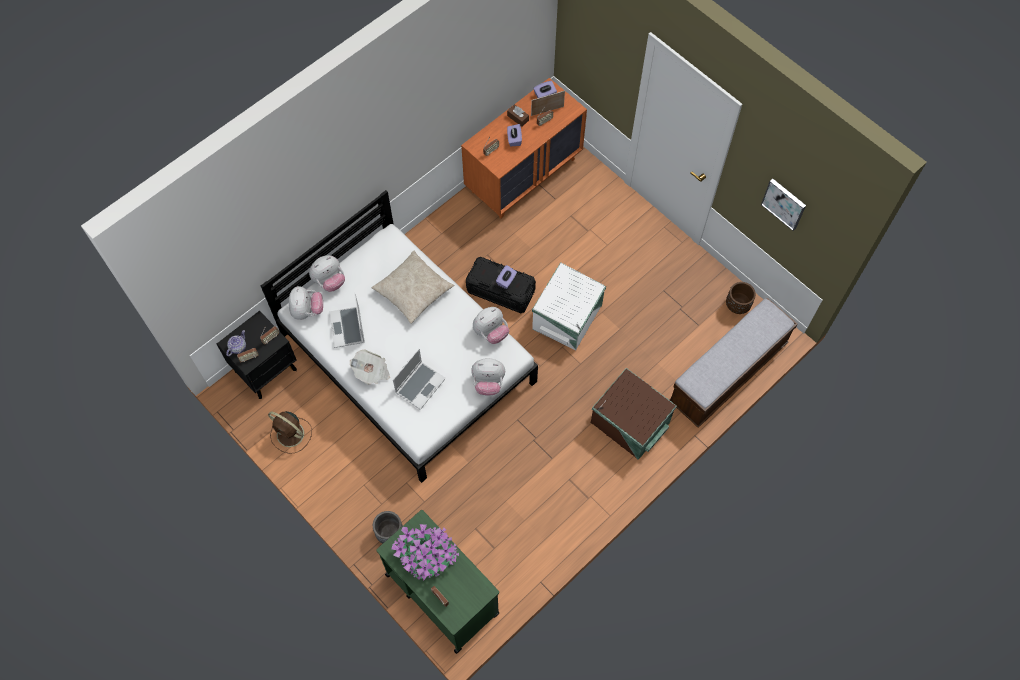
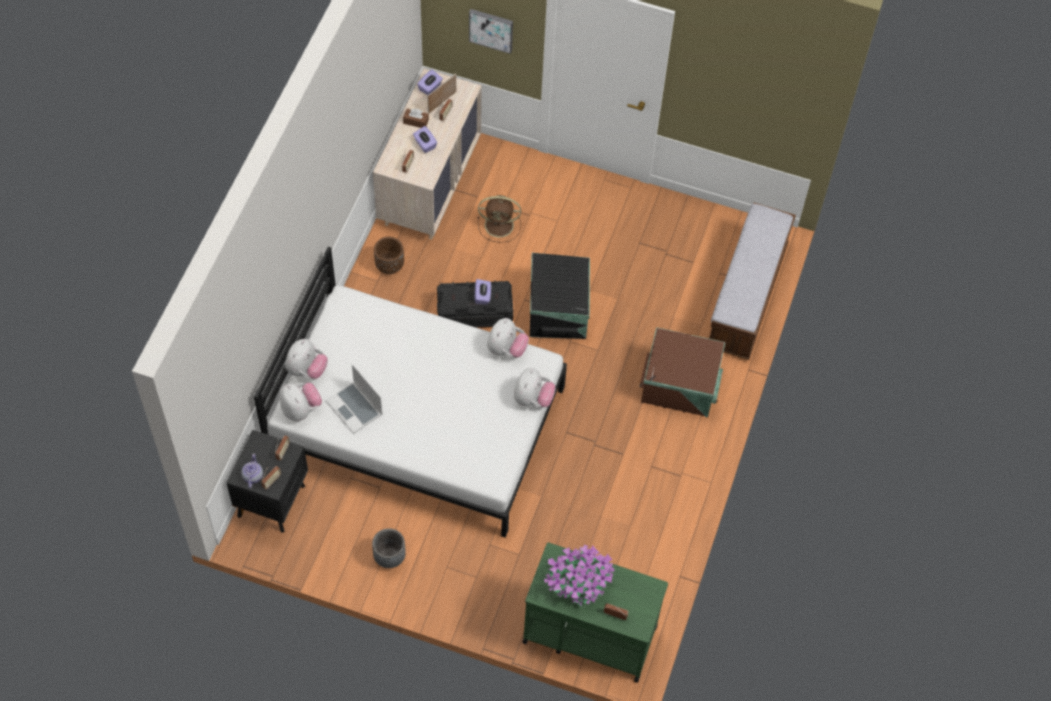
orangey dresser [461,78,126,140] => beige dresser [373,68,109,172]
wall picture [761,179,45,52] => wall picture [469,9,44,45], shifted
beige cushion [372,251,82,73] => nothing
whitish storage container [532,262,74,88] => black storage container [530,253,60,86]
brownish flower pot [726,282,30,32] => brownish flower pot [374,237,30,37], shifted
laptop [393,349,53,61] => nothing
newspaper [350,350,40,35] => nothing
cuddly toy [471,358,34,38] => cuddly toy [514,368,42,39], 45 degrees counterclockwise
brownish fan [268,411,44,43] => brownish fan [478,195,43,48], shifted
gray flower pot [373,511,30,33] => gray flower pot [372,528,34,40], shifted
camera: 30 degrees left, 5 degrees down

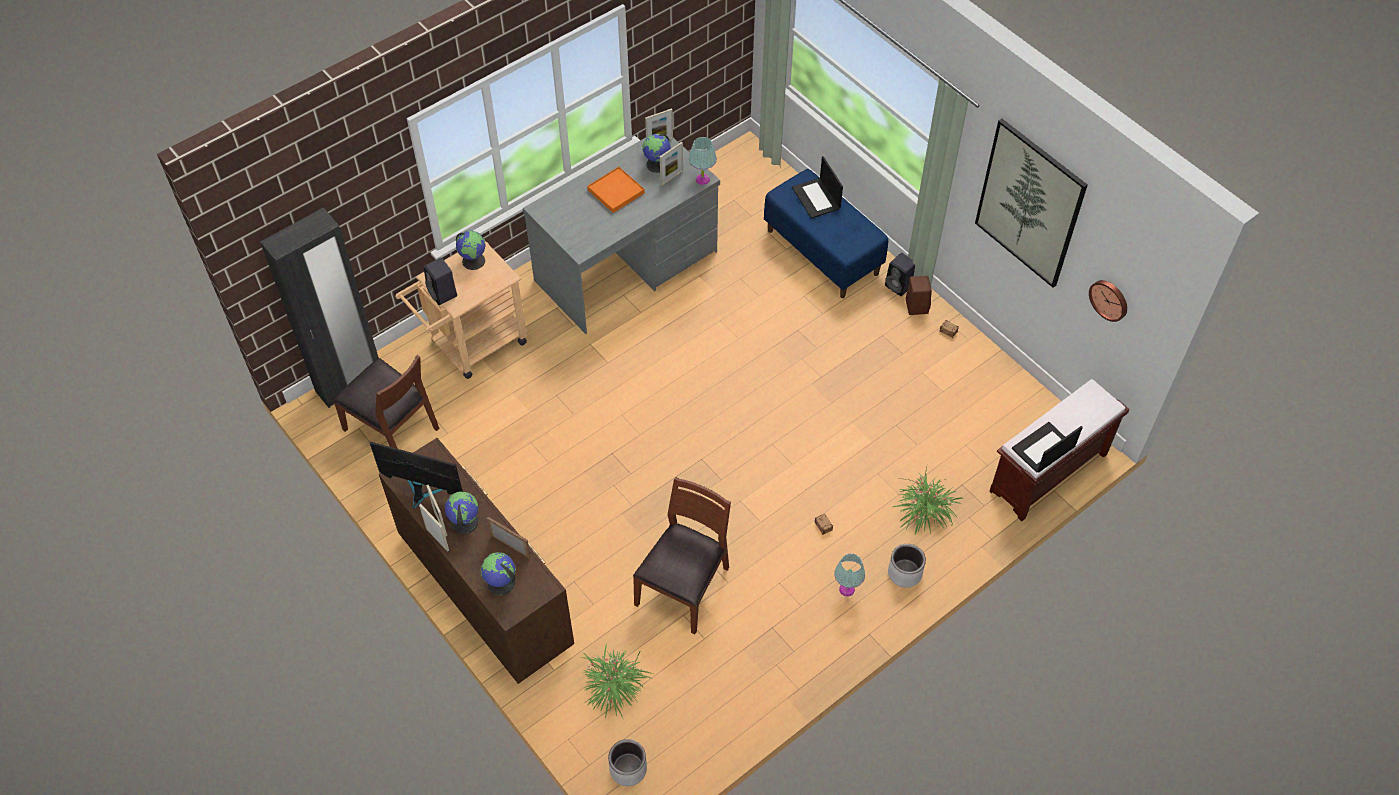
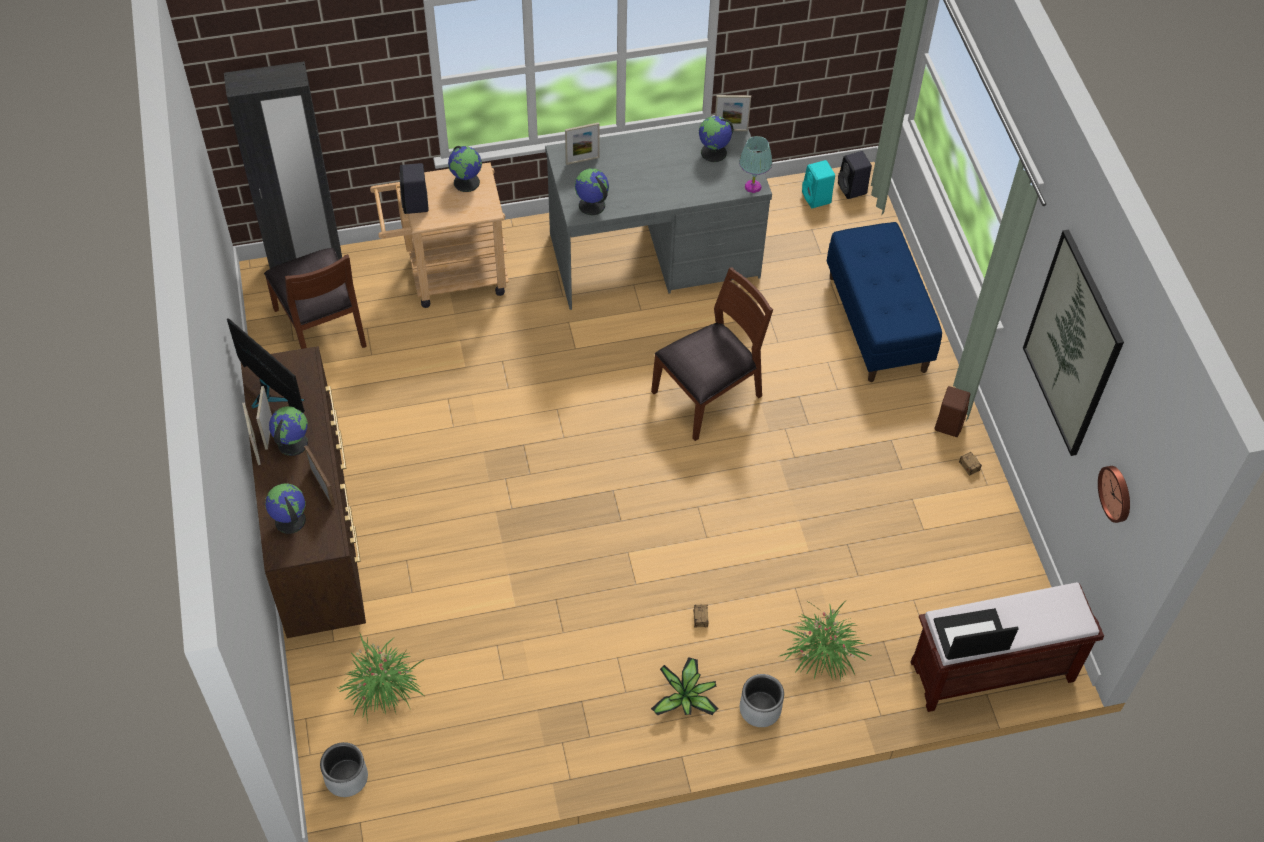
standing frame [660,142,23,44] => standing frame [565,122,34,43], shifted
laptop [792,156,51,63] => nothing
orangey carrying tray [587,167,58,46] => nothing
black loudspeaker [885,253,30,43] => black loudspeaker [838,151,34,48], shifted
brownish plain chair [633,477,98,158] => brownish plain chair [651,267,122,174], shifted
blue-green lamp for a table [834,554,31,43] => potted plant [651,657,67,58]
nothing => blue-green loudspeaker [802,160,33,48]
nothing => world globe [575,168,34,47]
camera: 25 degrees right, 0 degrees up

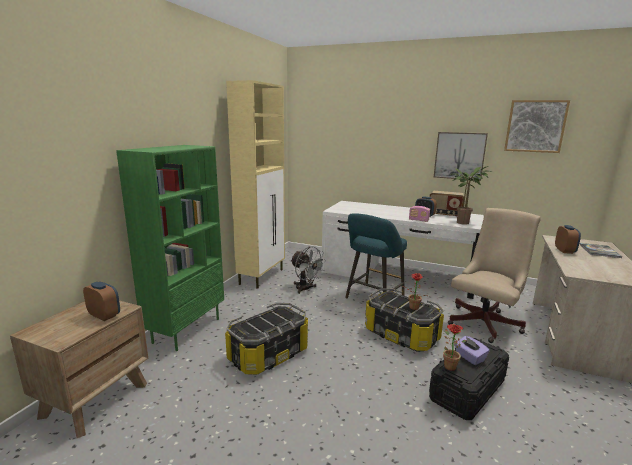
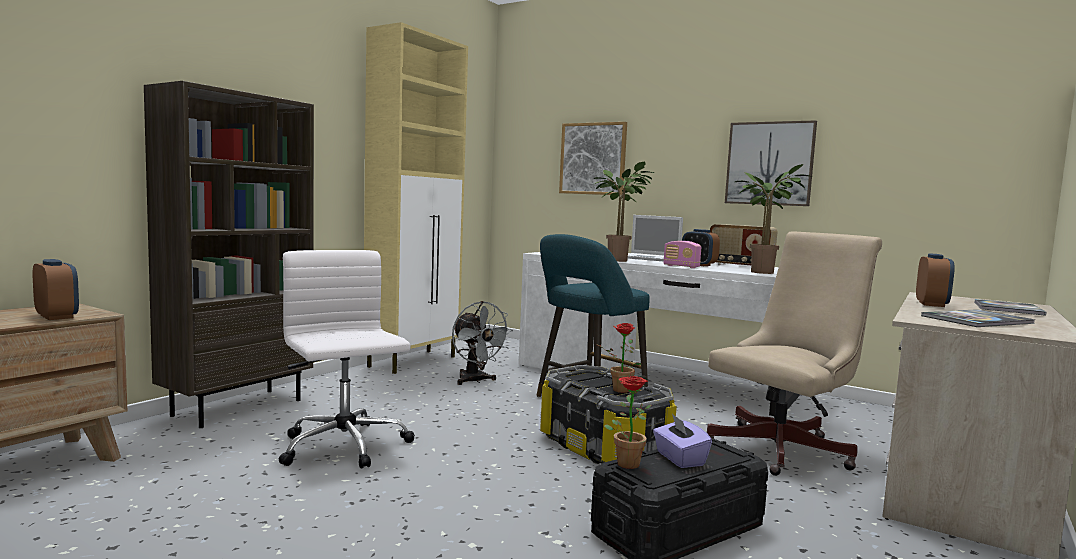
wall picture [504,100,66,53] => wall picture [559,122,68,73], shifted
greenish bookcase [116,145,108,206] => brownish bookcase [144,81,170,347]
storage container [225,303,83,72] => whitish office chair [279,250,136,219]
nothing => potted plant [594,162,60,100]
nothing => laptop [628,215,55,46]
nothing => volume [921,309,114,18]
camera: 10 degrees right, 10 degrees down

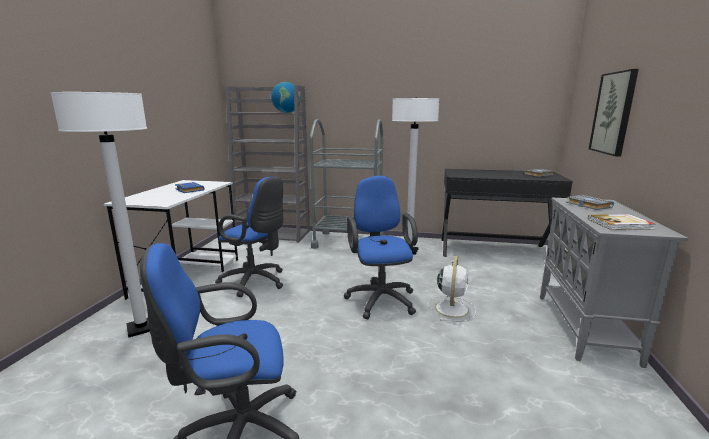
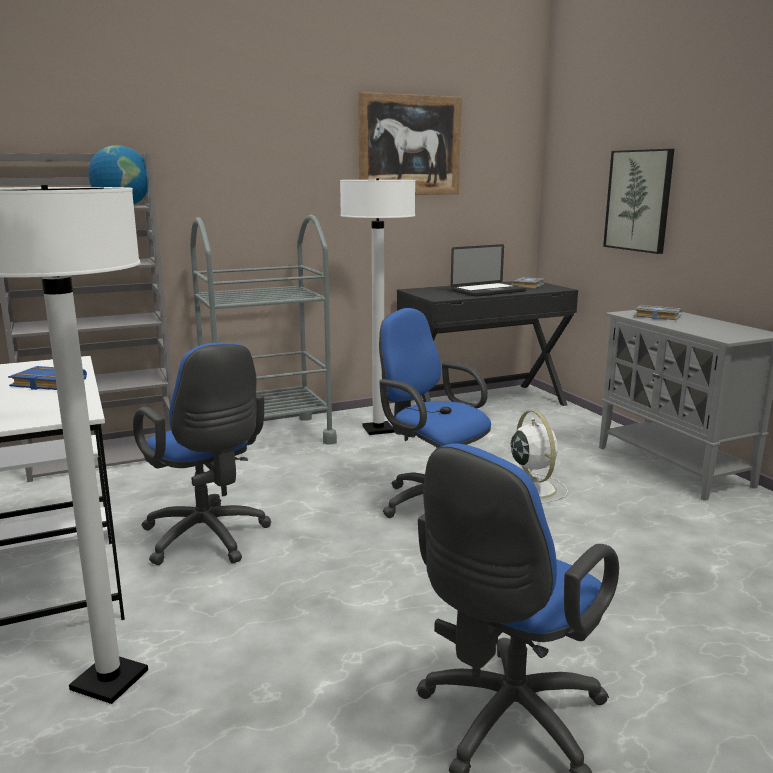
bluish office chair [215,177,69,120] => bluish office chair [133,342,139,223], 60 degrees clockwise
volume [588,214,67,16] => nothing
nothing => wall picture [358,92,104,103]
nothing => laptop [451,244,76,53]
camera: 35 degrees left, 0 degrees up

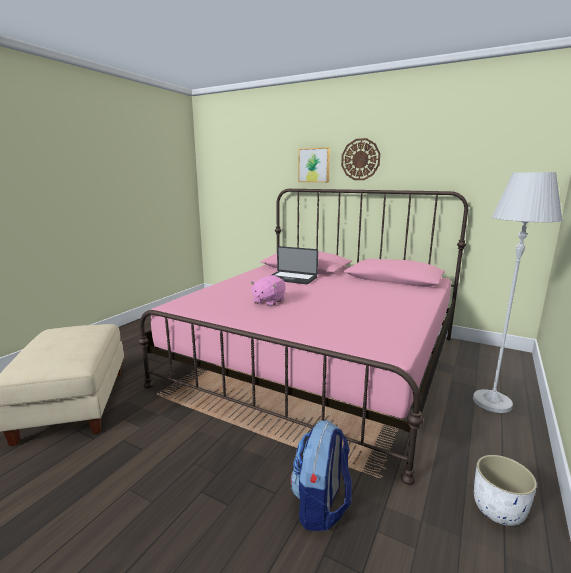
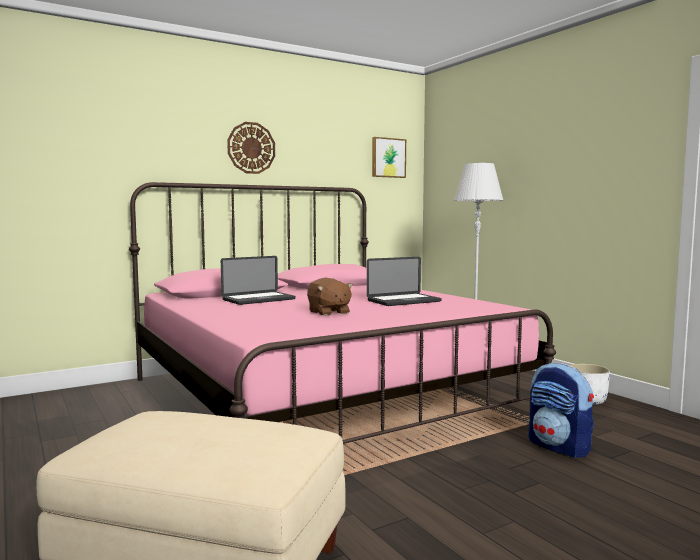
wall picture [298,147,32,35] => wall picture [372,137,34,41], shifted
pink-coloured cuddly toy [251,275,35,31] => brownish cuddly toy [307,278,46,38]
nothing => laptop [367,257,75,49]
camera: 60 degrees left, 10 degrees down

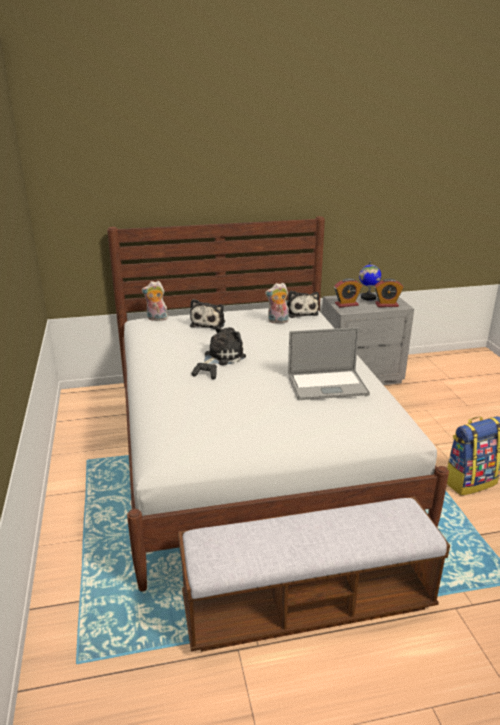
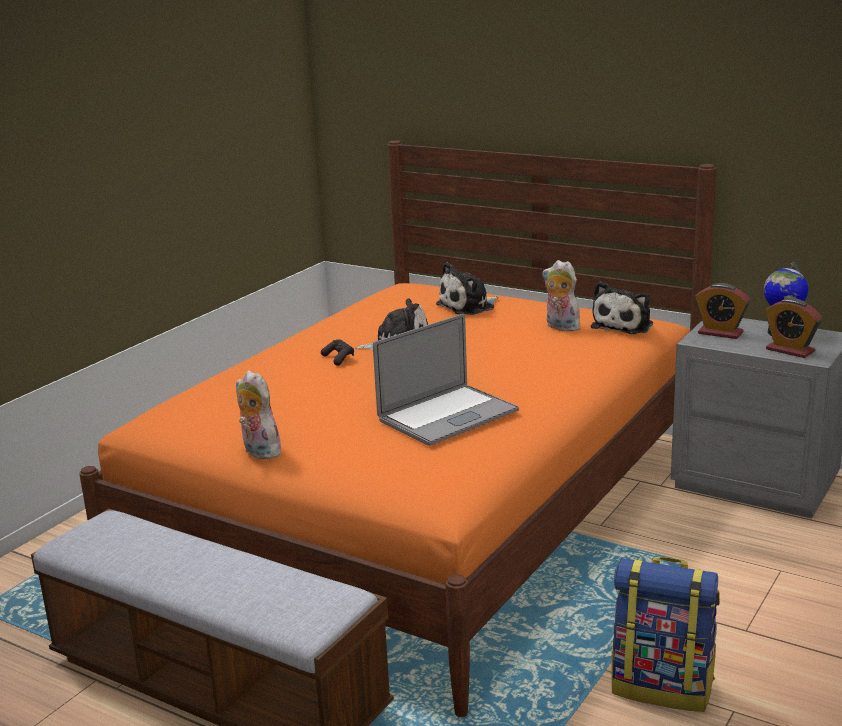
whitish bed [107,216,342,376] => orangey bed [79,141,637,576]
cuddly toy [142,281,27,40] => cuddly toy [236,371,48,88], shifted
laptop [288,327,82,73] => laptop [373,314,146,132], 75 degrees counterclockwise
camera: 45 degrees right, 5 degrees down

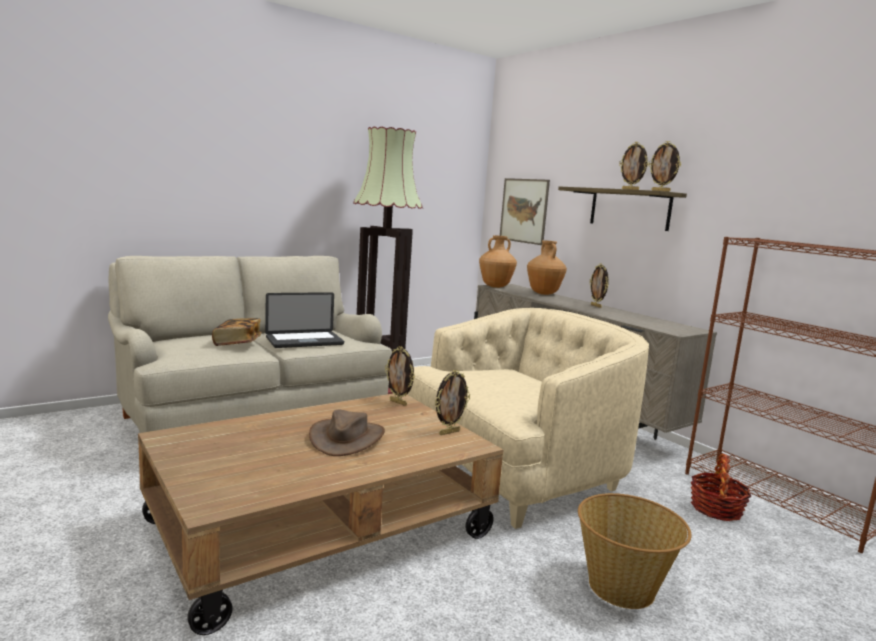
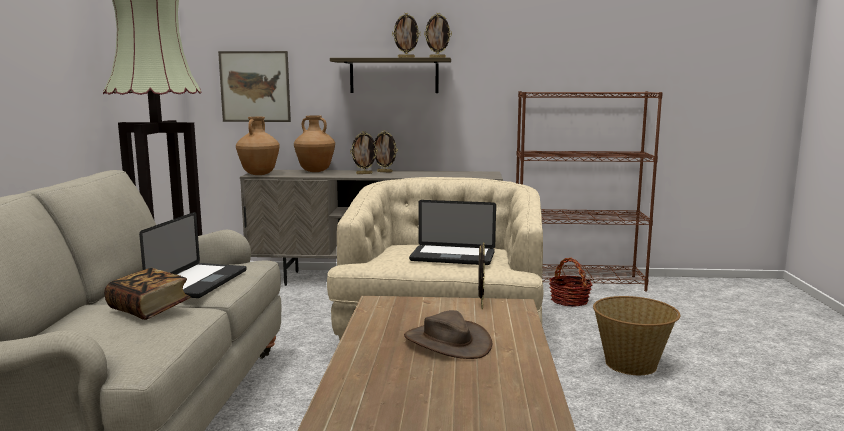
standing frame [385,346,30,60] => standing frame [350,131,28,43], shifted
nothing => laptop [409,200,87,65]
camera: 50 degrees left, 0 degrees up

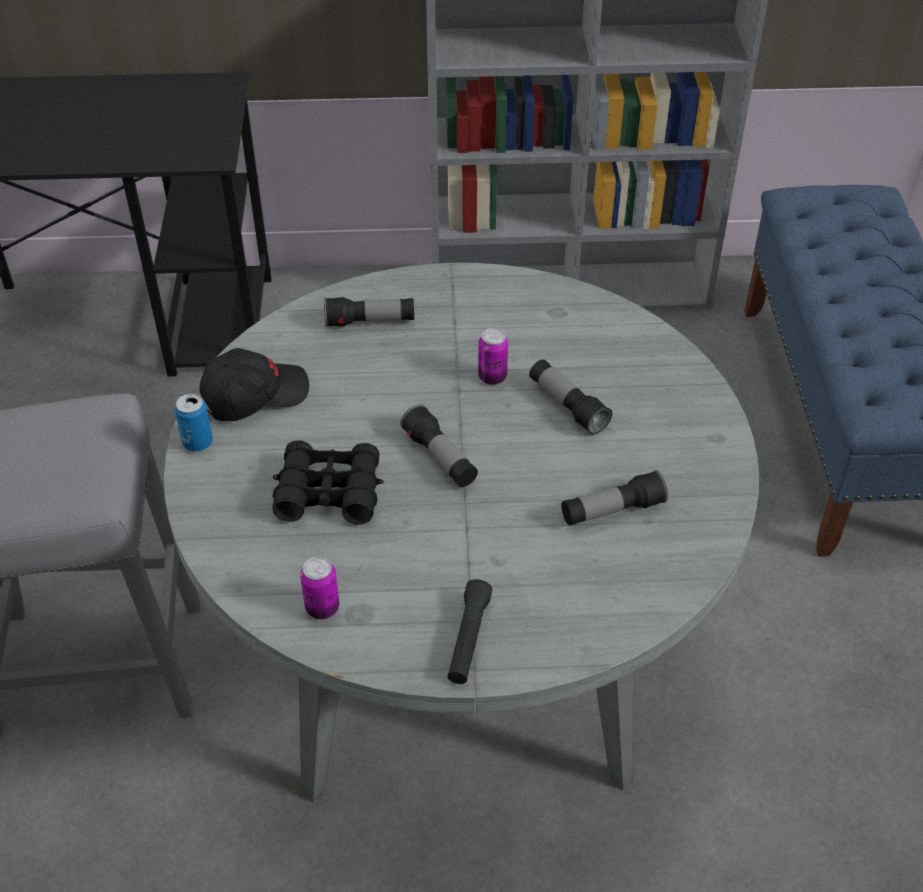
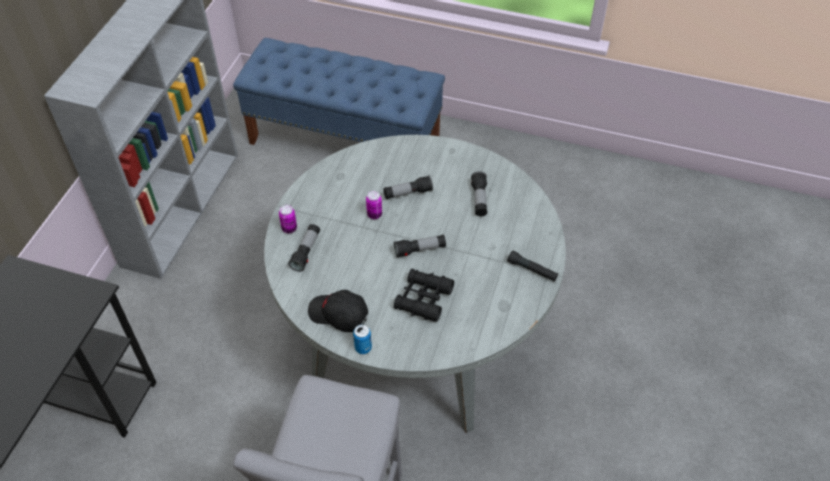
black peaked cap [199,348,110,73] => black peaked cap [308,290,60,42], 60 degrees counterclockwise
metal can [300,556,39,63] => metal can [279,205,18,28], shifted
camera: 70 degrees left, 5 degrees up

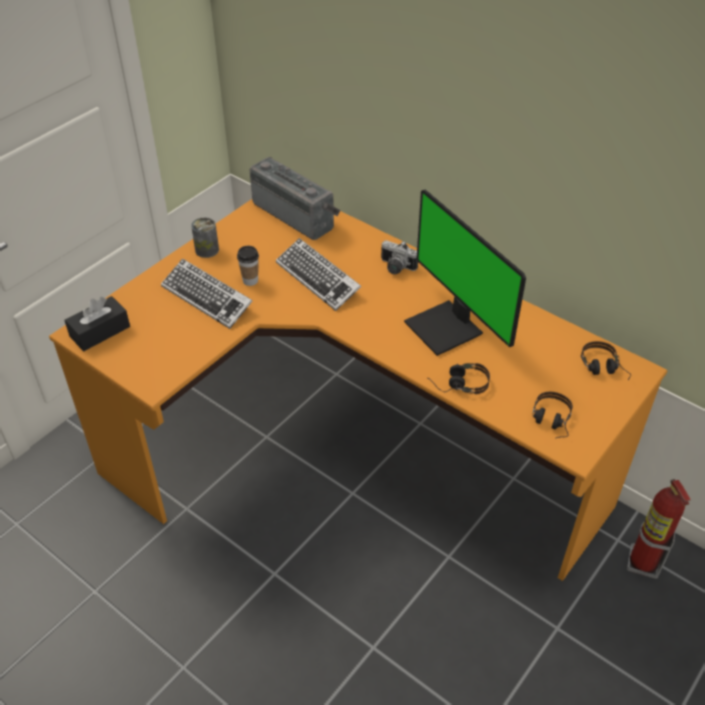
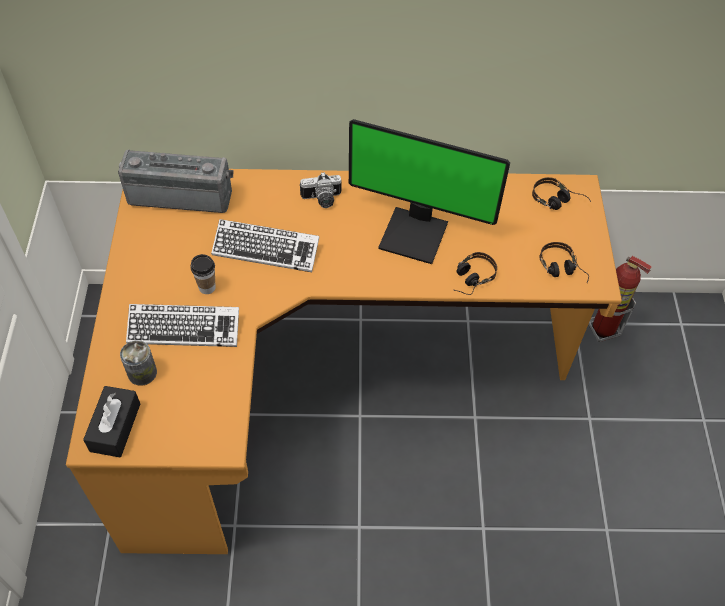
metal can [191,217,28,41] => metal can [120,340,37,46], shifted
camera: 40 degrees left, 10 degrees up

